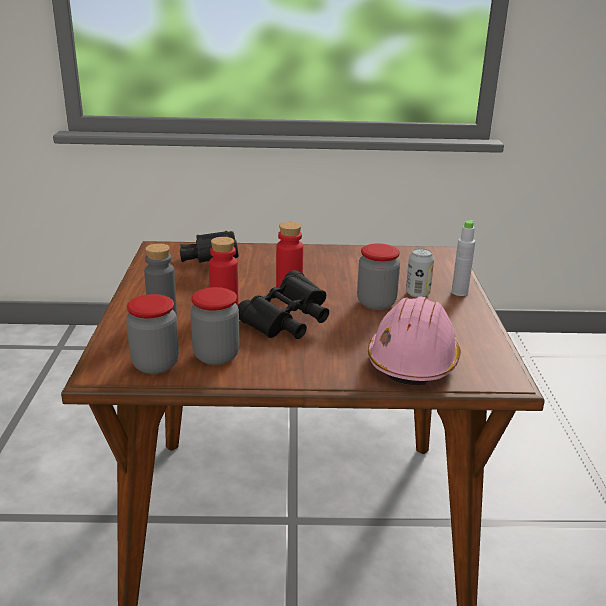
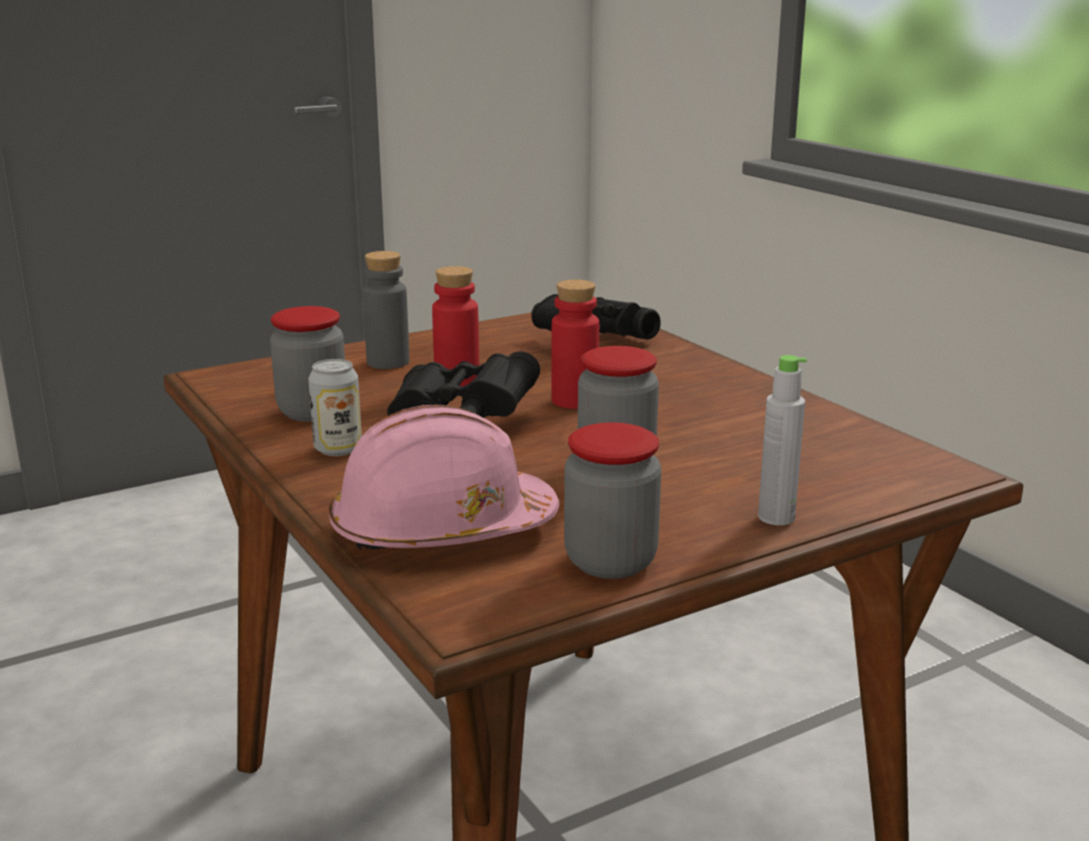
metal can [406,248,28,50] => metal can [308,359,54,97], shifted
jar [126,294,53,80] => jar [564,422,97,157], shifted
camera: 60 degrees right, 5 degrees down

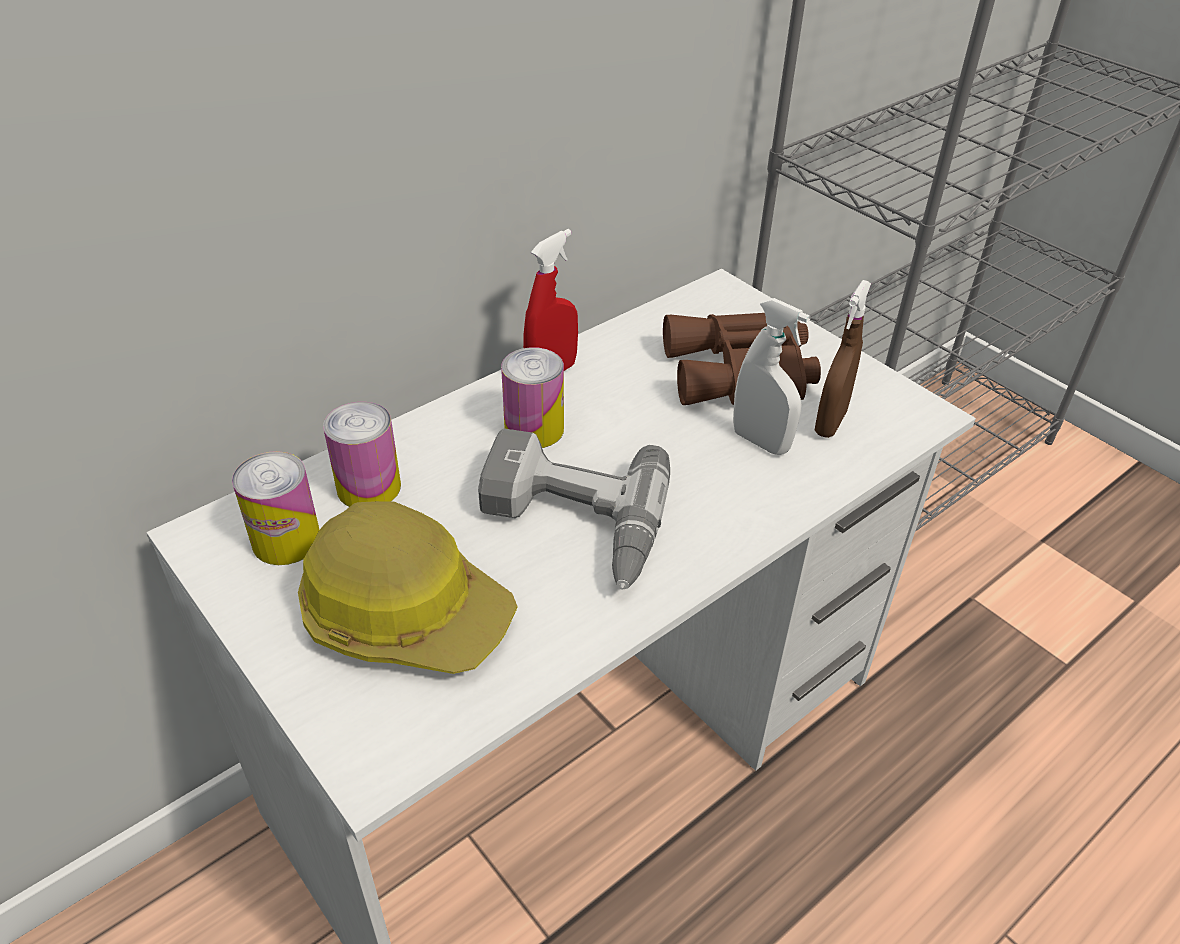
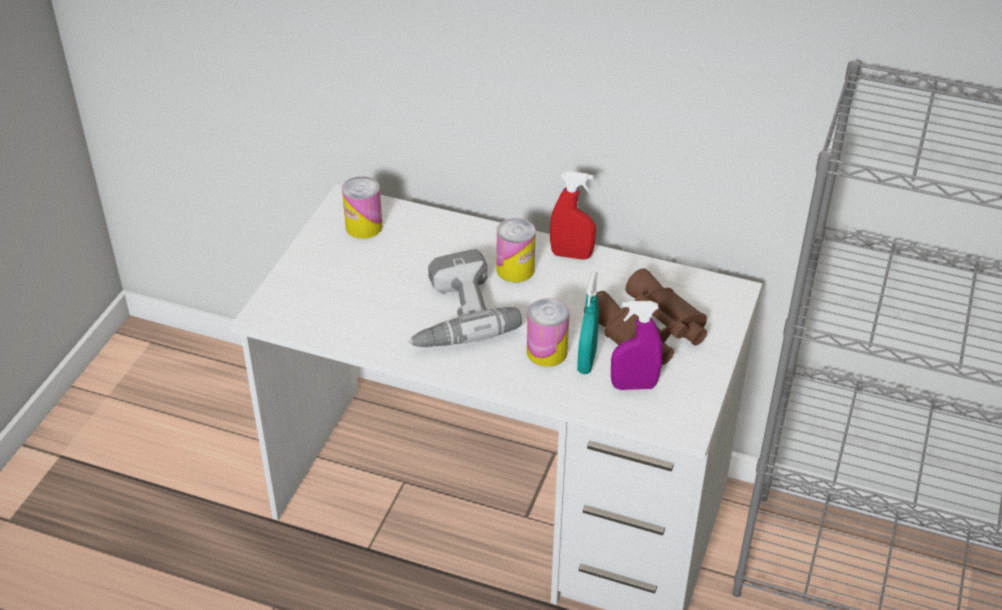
brownish spray bottle [815,280,56,158] => purplish spray bottle [611,301,52,89]
whitish spray bottle [733,298,77,157] => blue-green spray bottle [577,271,22,103]
metal can [323,402,78,105] => metal can [527,298,42,69], shifted
work helmet [298,501,220,173] => nothing
camera: 60 degrees right, 0 degrees up

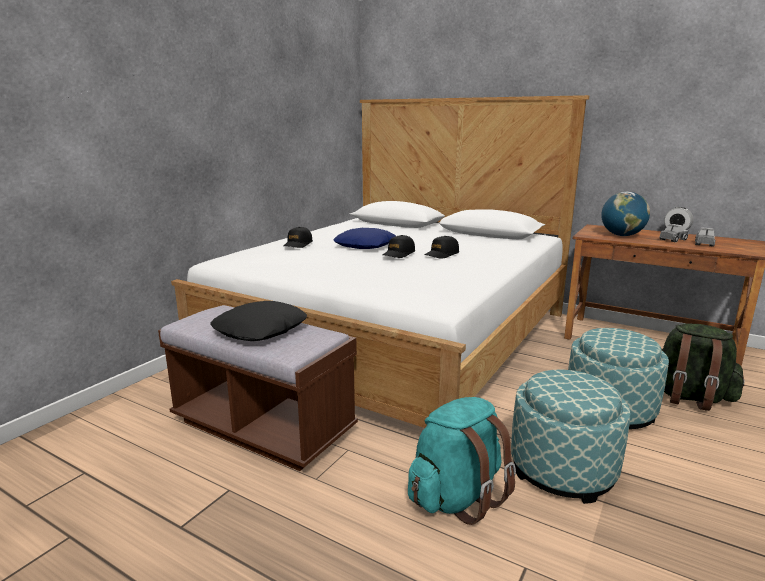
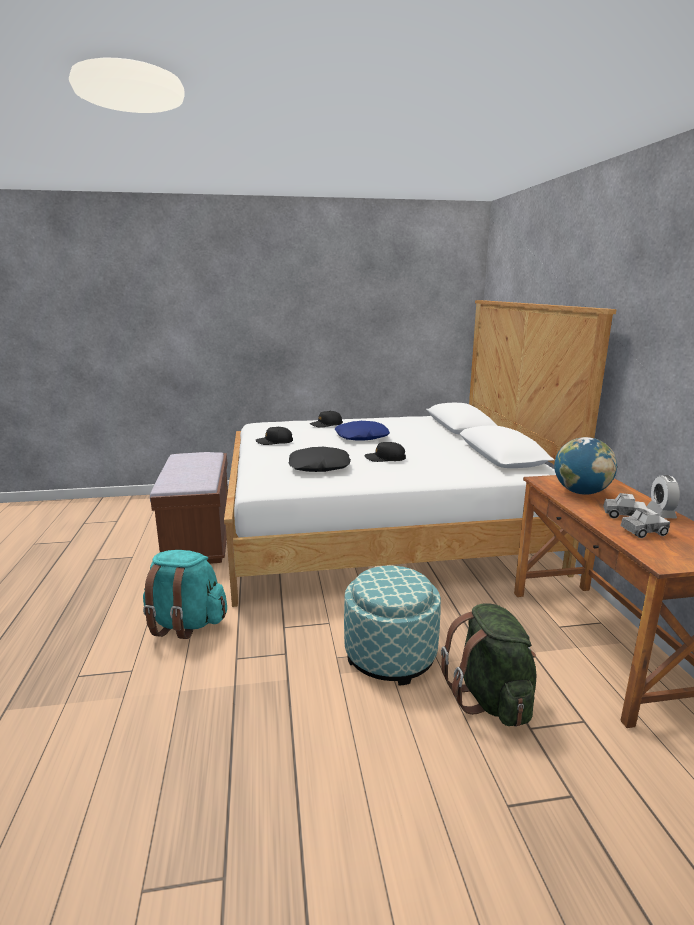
black peaked cap [383,235,32,23] => black peaked cap [256,427,37,18], shifted
black cushion [210,301,97,40] => black cushion [289,447,62,25], shifted
pouffe [511,370,120,134] => nothing
camera: 50 degrees right, 0 degrees up

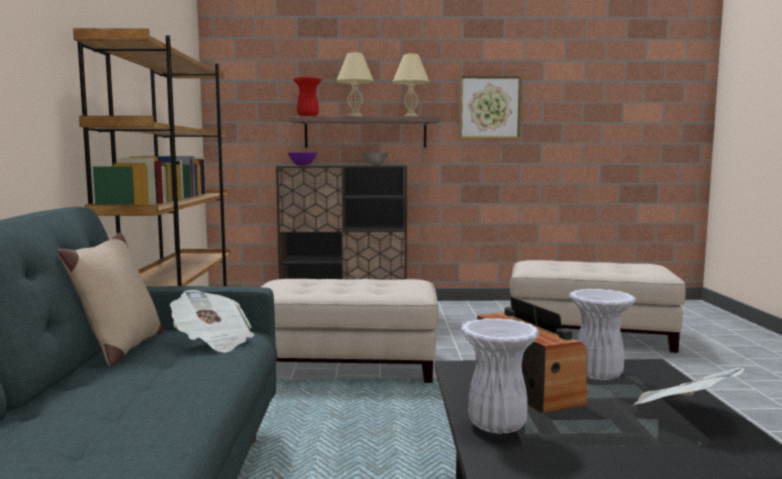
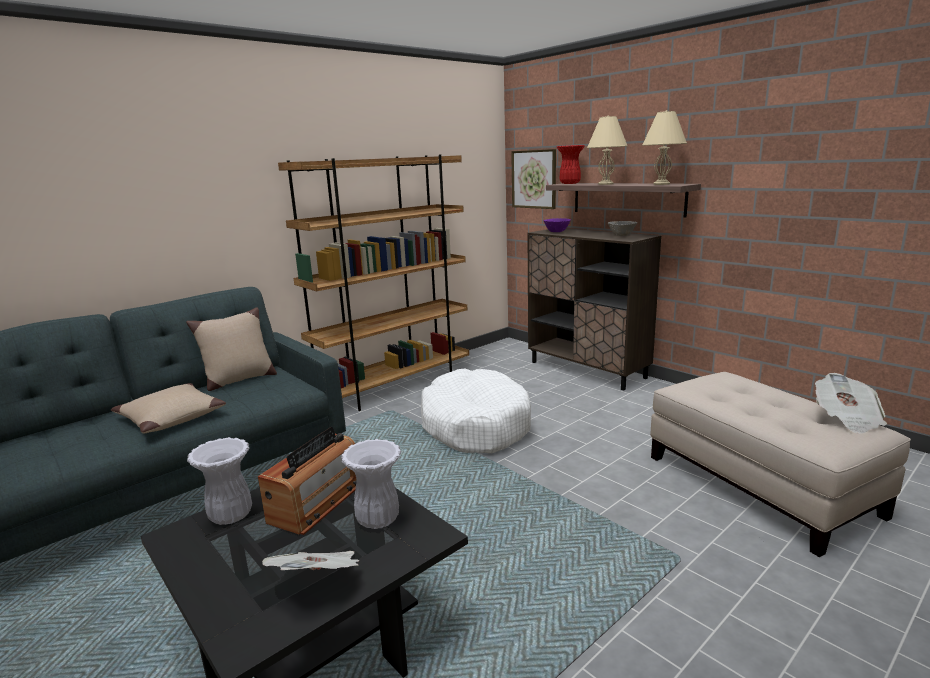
wall picture [459,76,63,63] => wall picture [511,149,45,60], shifted
beige pouffe [261,279,178,104] => whitish dog cushion [421,369,110,84]
newspaper [170,290,84,63] => newspaper [815,373,72,61], shifted
nothing => beige cushion [111,383,115,50]
camera: 50 degrees right, 10 degrees up

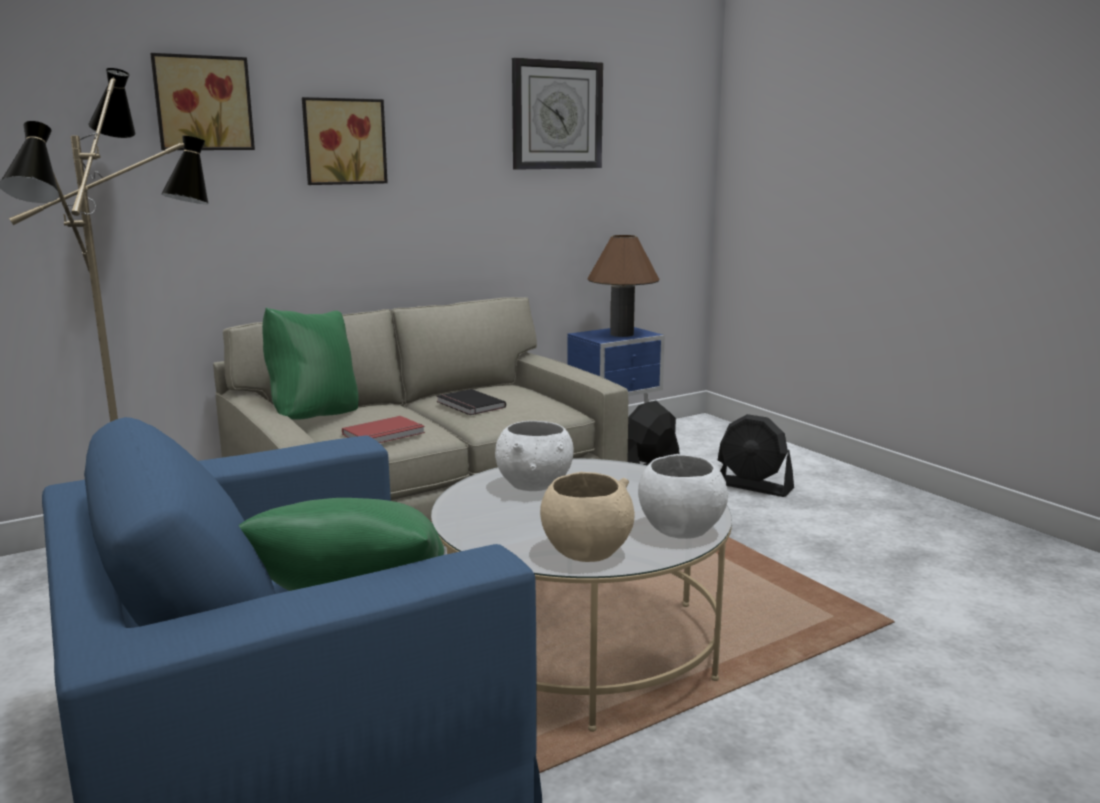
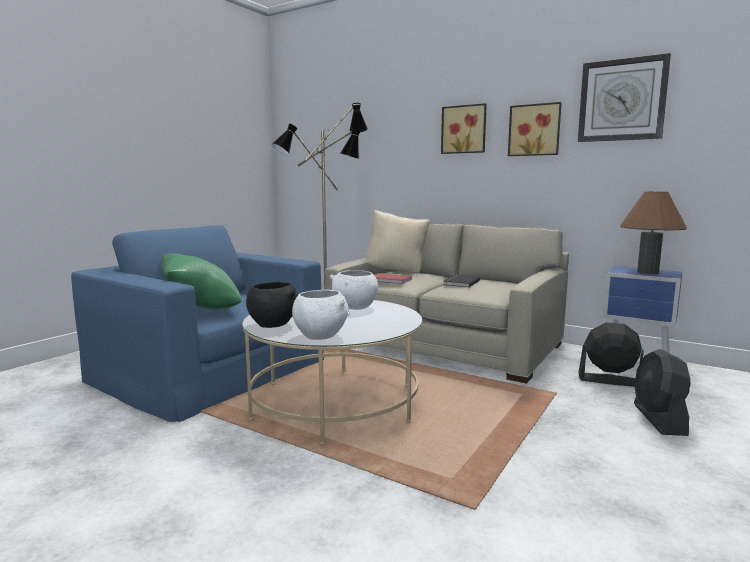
wall picture [150,53,105,97] => wall picture [508,102,54,54], shifted
greenish cushion [262,308,97,111] => beige cushion [366,209,64,64]
beige serving bowl [540,471,95,91] => black serving bowl [246,282,52,46]
camera: 65 degrees right, 5 degrees down

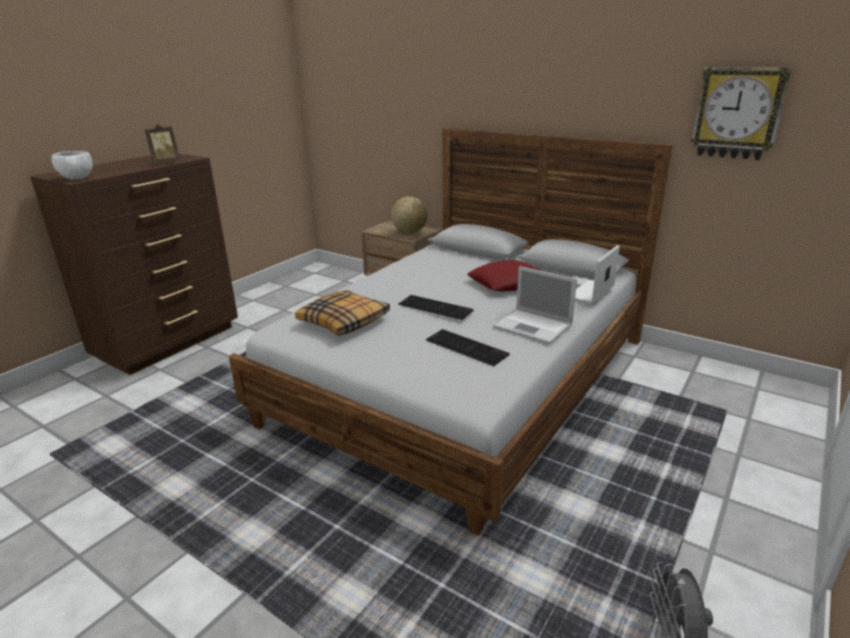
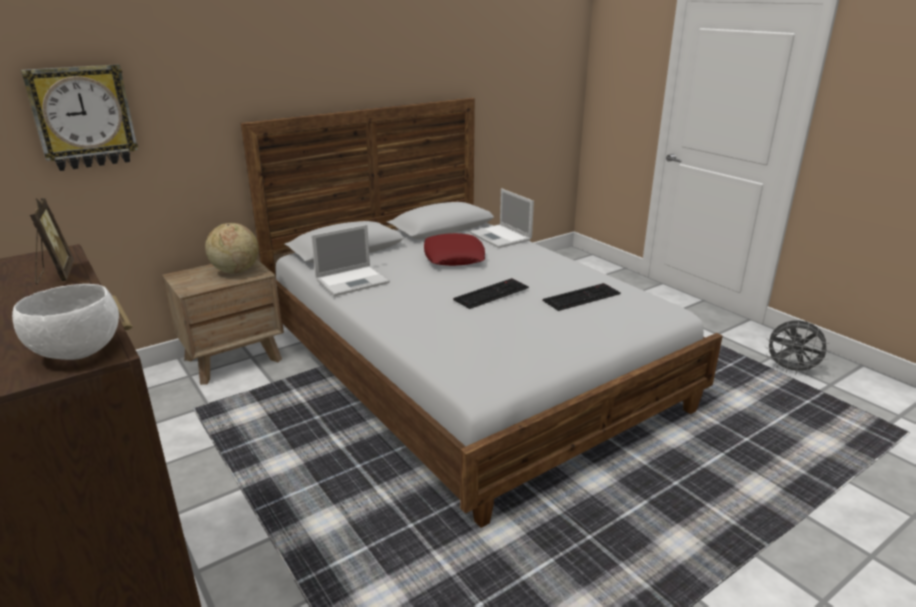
hanging clock [691,67,101,93] => hanging clock [21,64,117,107], shifted
laptop [493,266,84,78] => laptop [311,224,79,72], shifted
cushion [295,290,95,46] => nothing
camera: 70 degrees left, 0 degrees up

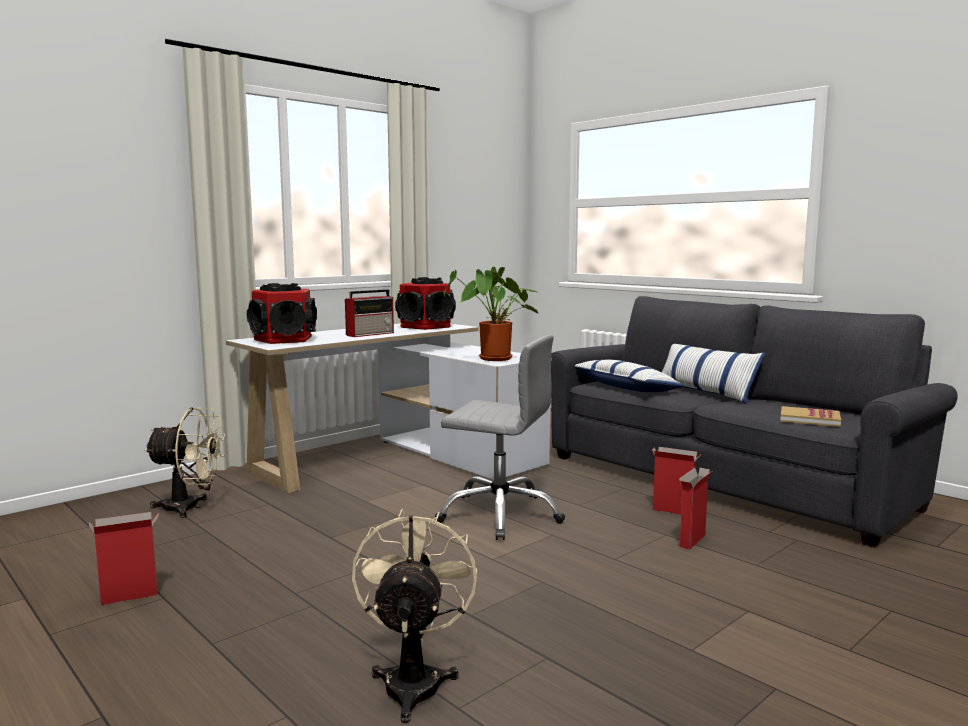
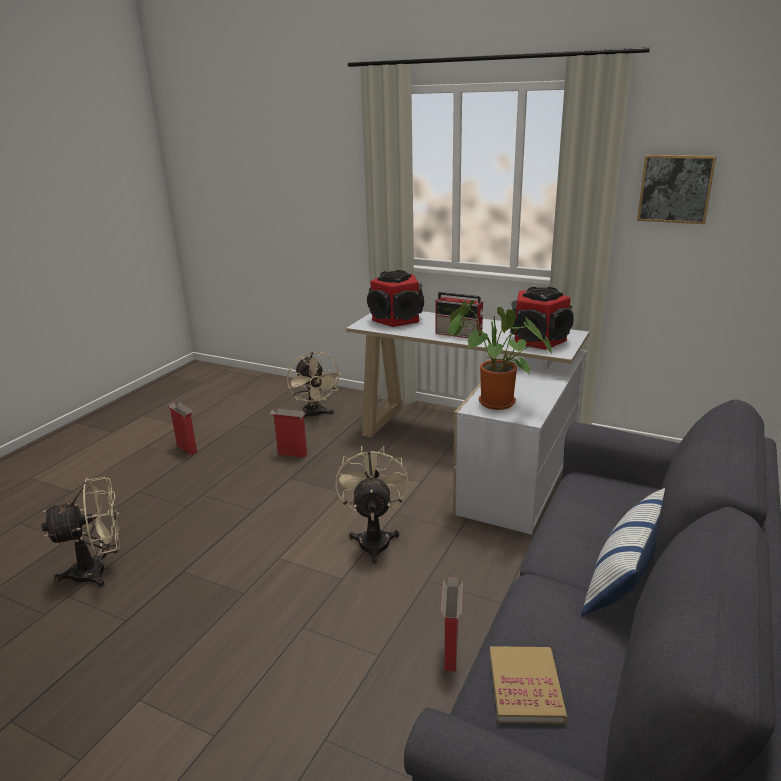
gray office chair [435,335,130,205] => beige fan [335,446,74,118]
cushion [575,360,109,32] => nothing
packing box [679,468,33,81] => packing box [269,409,38,49], shifted
nothing => wall picture [637,155,79,69]
camera: 70 degrees right, 15 degrees up

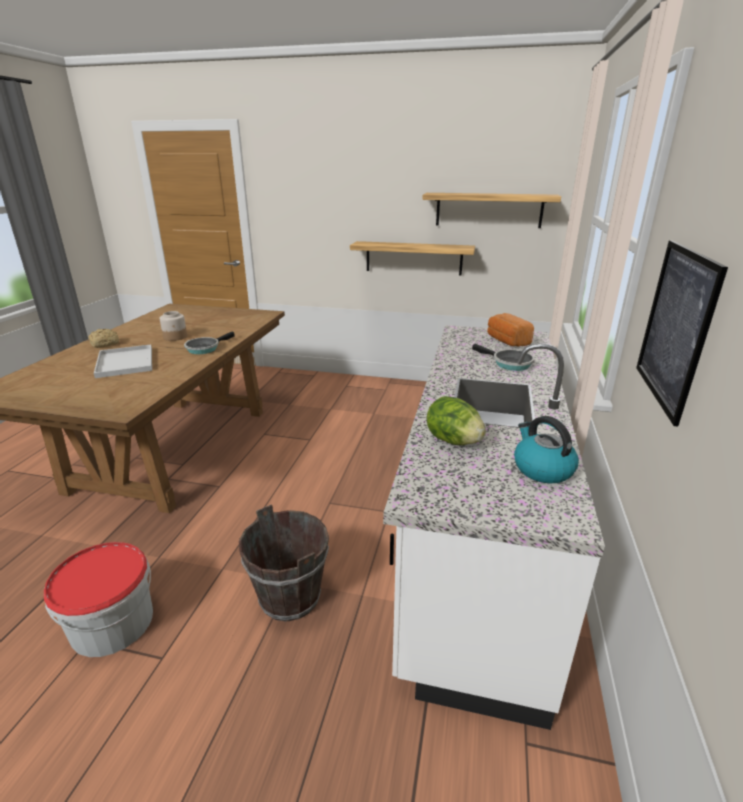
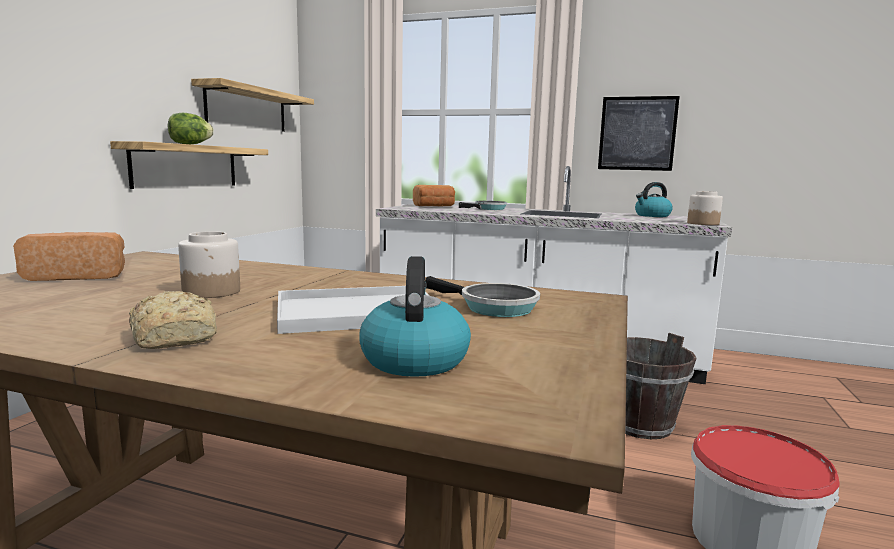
pan [184,331,51,23] => pan [425,276,115,41], shifted
lettuce head [426,396,60,49] => lettuce head [168,113,46,31], shifted
nothing => jar [687,191,36,34]
nothing => bread [13,232,112,49]
nothing => water kettle [359,256,112,121]
camera: 85 degrees left, 15 degrees down

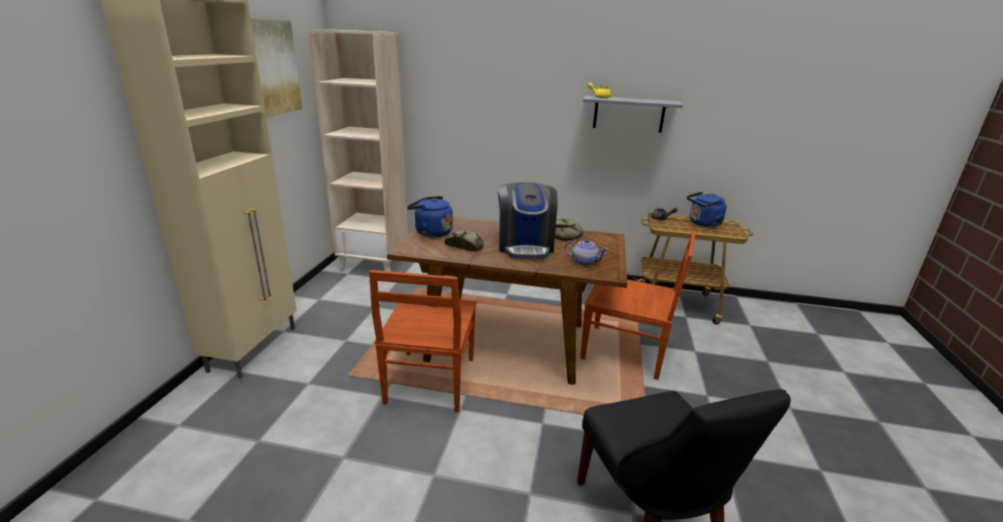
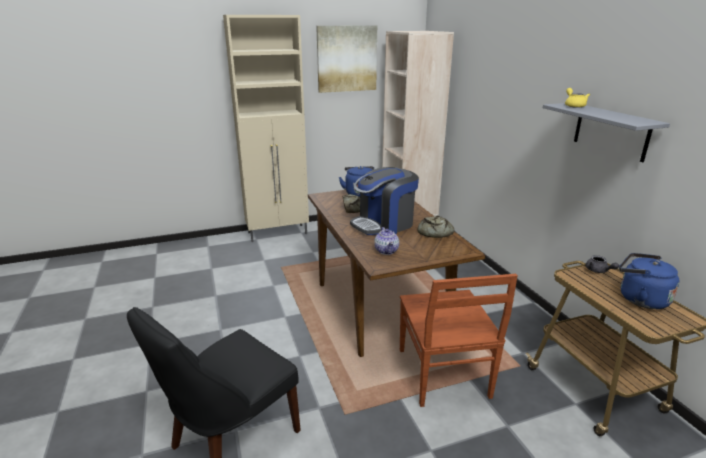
brownish plain chair [369,270,108,142] => nothing
camera: 60 degrees right, 0 degrees up

